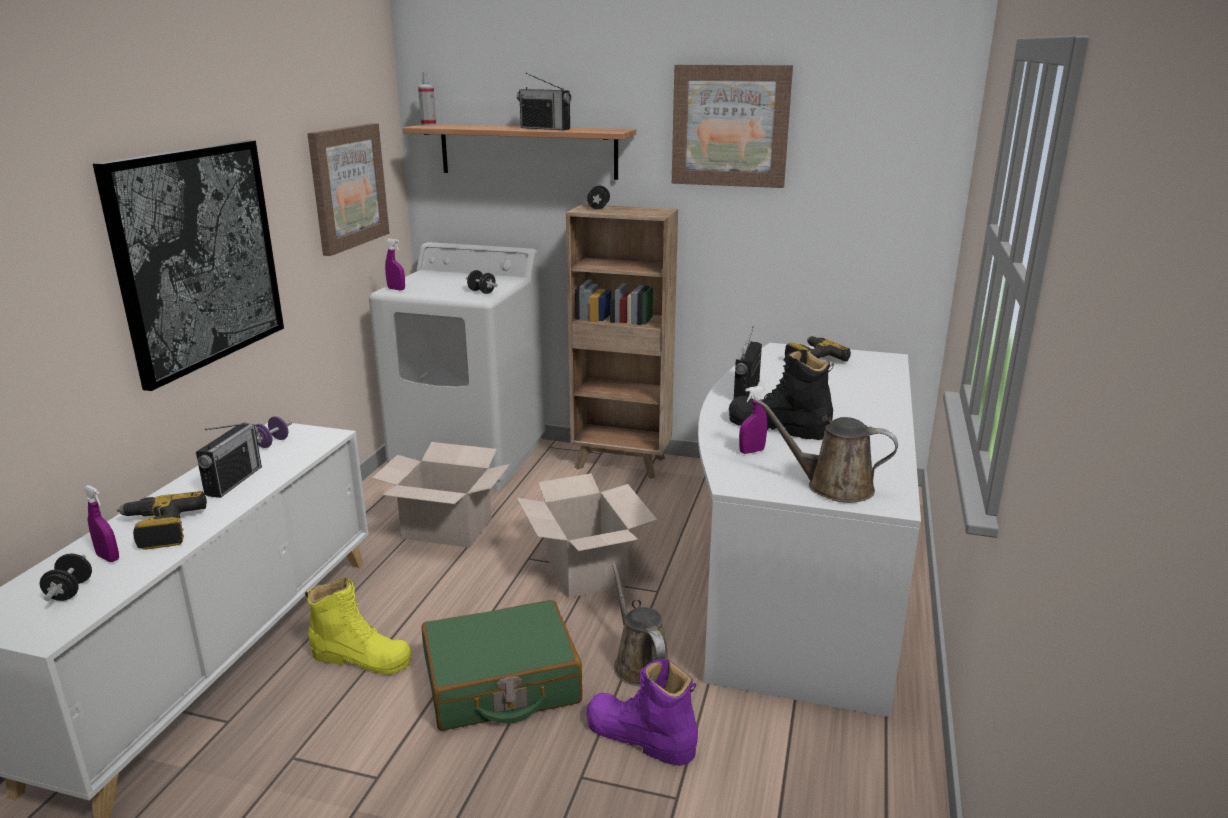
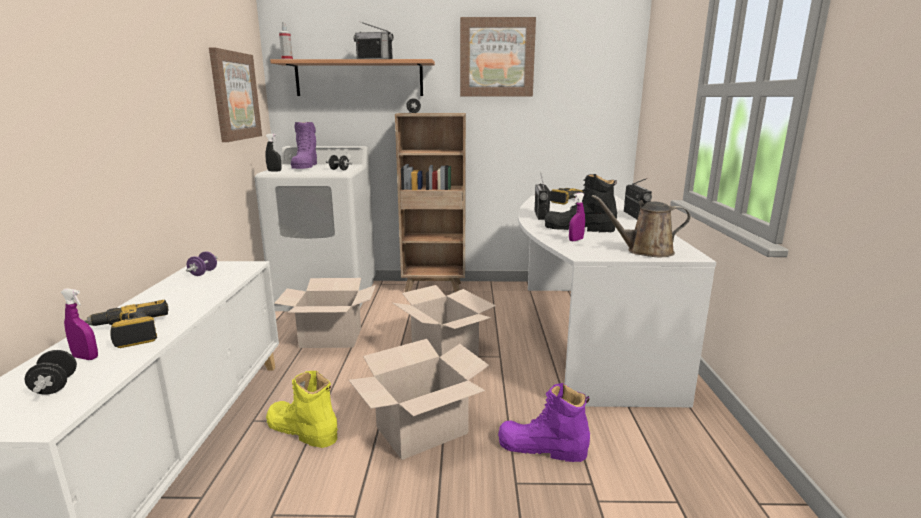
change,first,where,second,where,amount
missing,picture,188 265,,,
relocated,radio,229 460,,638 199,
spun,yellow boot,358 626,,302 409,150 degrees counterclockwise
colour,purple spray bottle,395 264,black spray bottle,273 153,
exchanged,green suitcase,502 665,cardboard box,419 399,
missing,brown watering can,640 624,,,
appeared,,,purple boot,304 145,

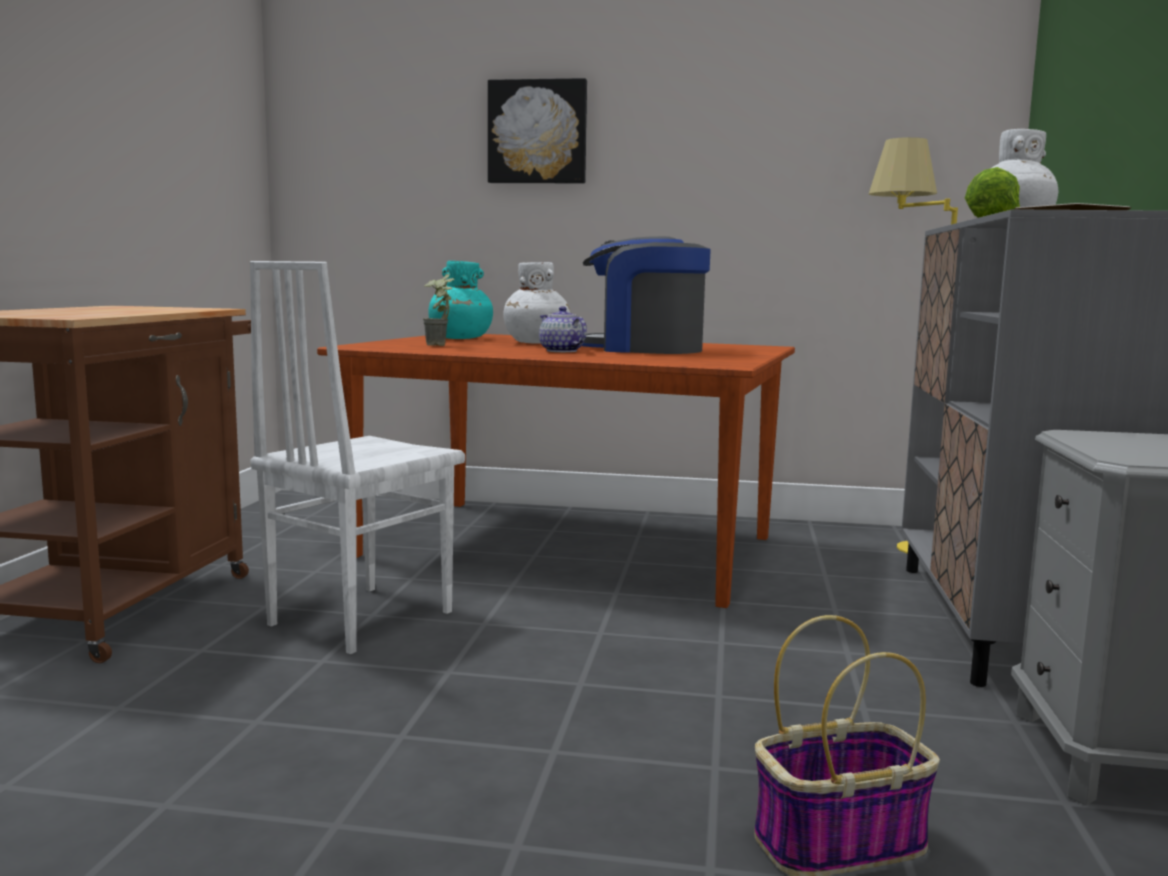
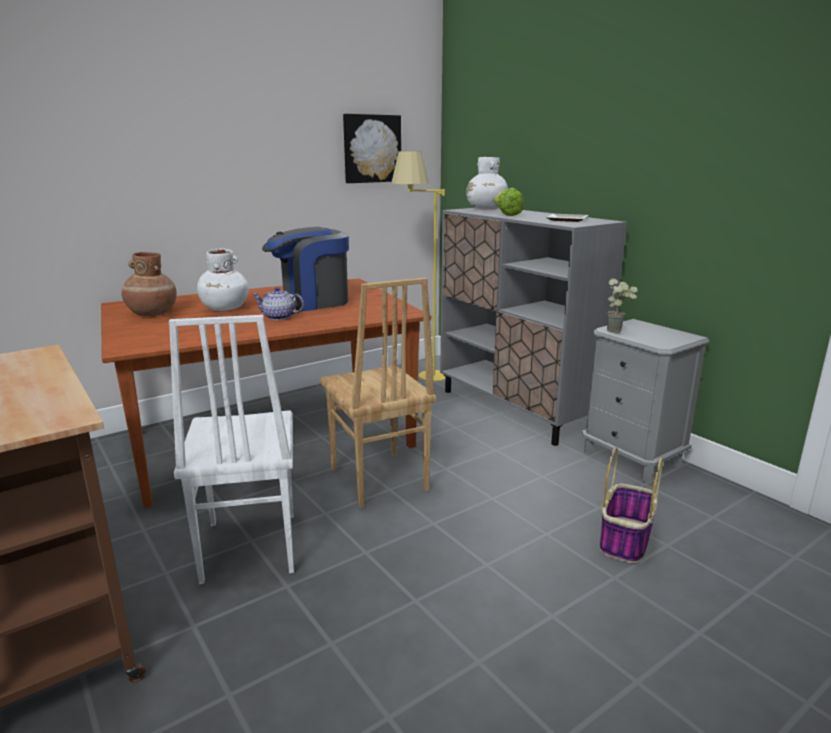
change,first,where,second,where,amount
relocated,potted plant,438 310,,622 305,
colour,turquoise vase,460 300,brown vase,149 284,
relocated,picture,537 131,,372 148,
appeared,,,brown chair,378 392,

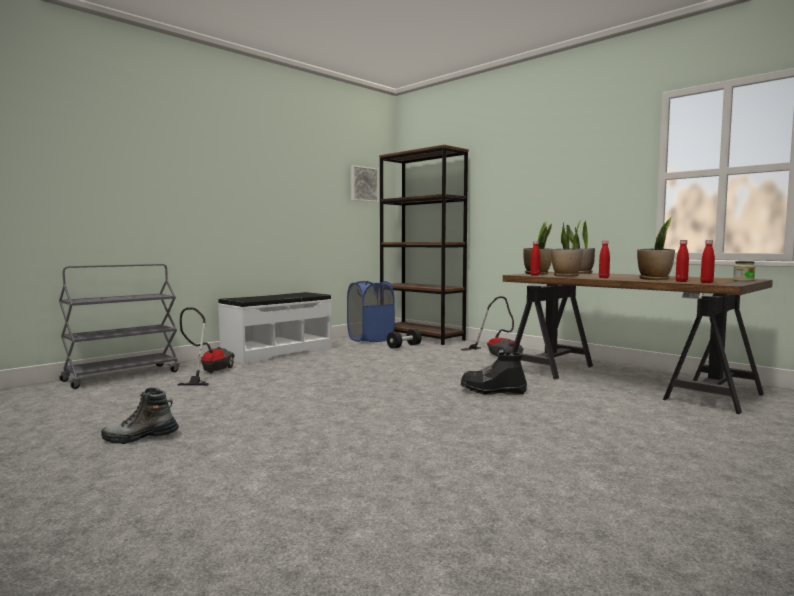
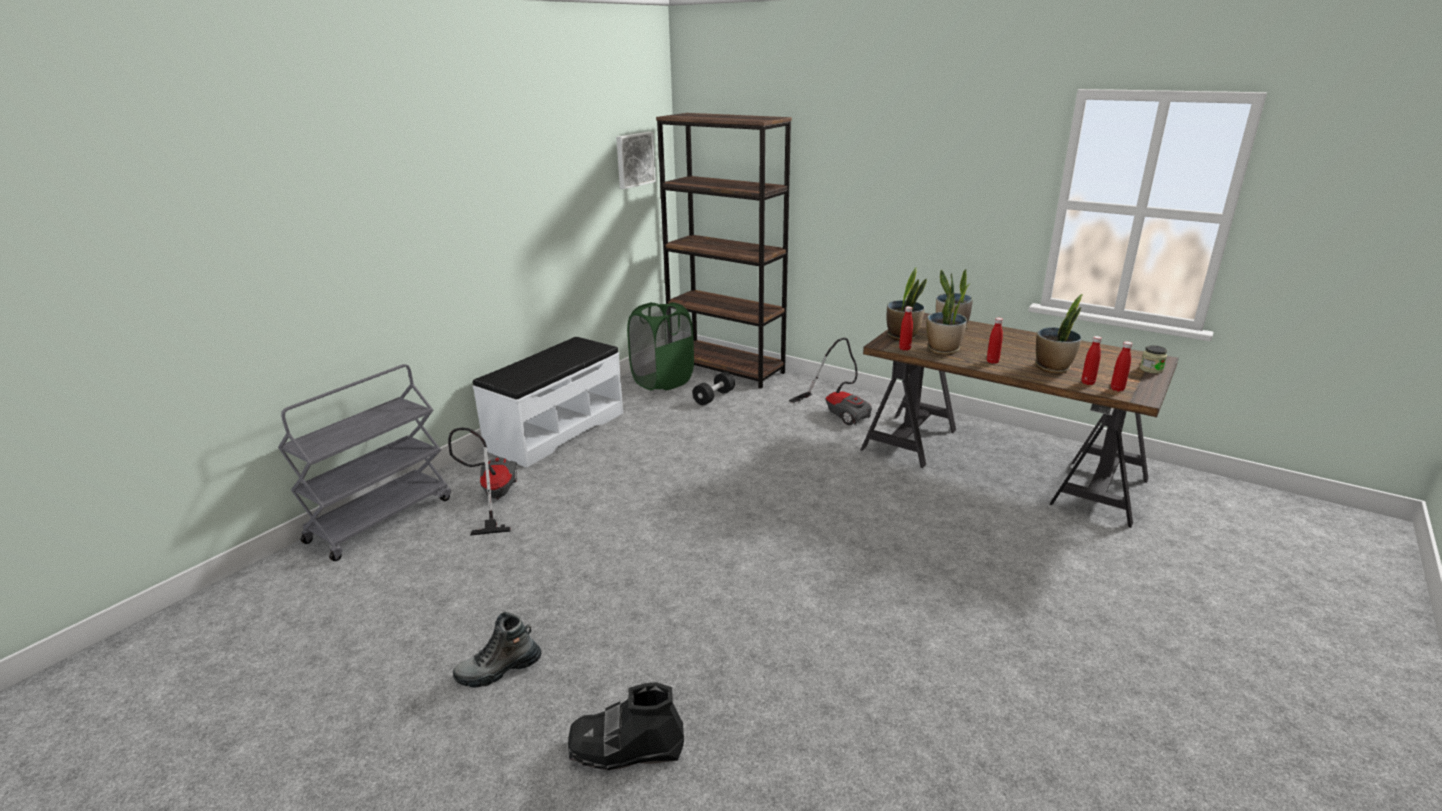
change,first,where,second,where,amount
colour,blue laundry basket,371 311,green laundry basket,660 346,
relocated,black boot,494 373,,626 726,

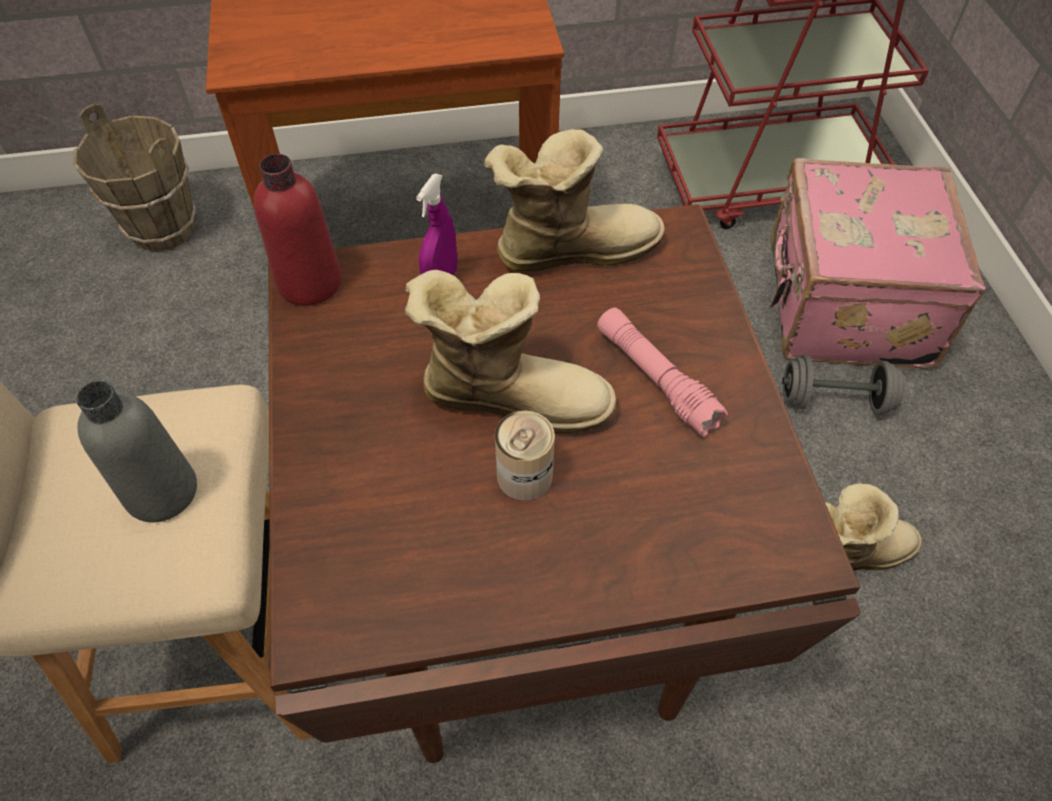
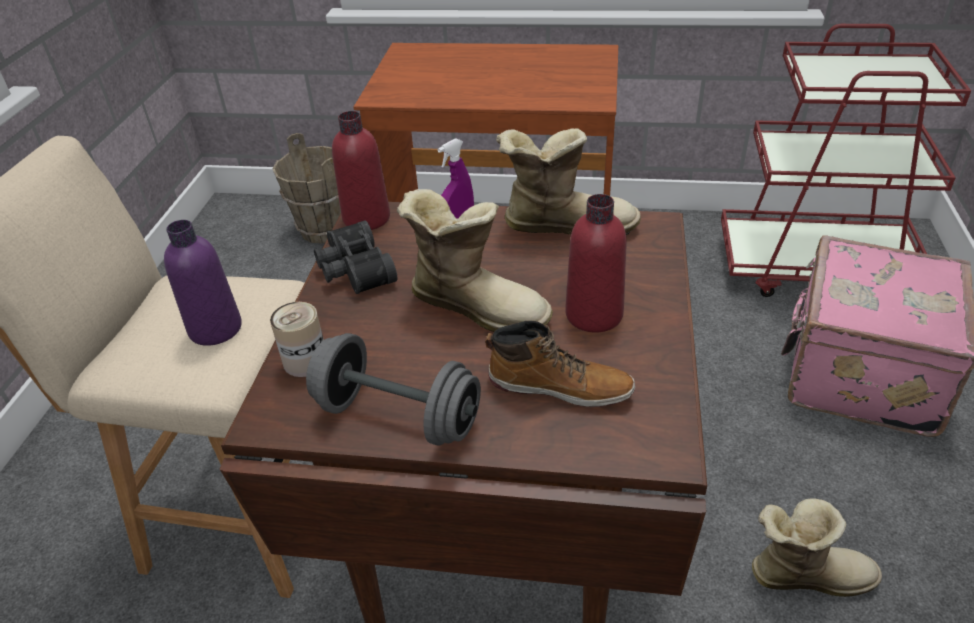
change,first,where,second,where,amount
colour,grey bottle,136 451,purple bottle,203 283,
relocated,can,525 455,,297 339,
exchanged,pink flashlight,662 372,red bottle,596 263,
relocated,grey dumbbell,843 385,,393 389,
appeared,,,black binoculars,355 257,
appeared,,,boot,560 364,

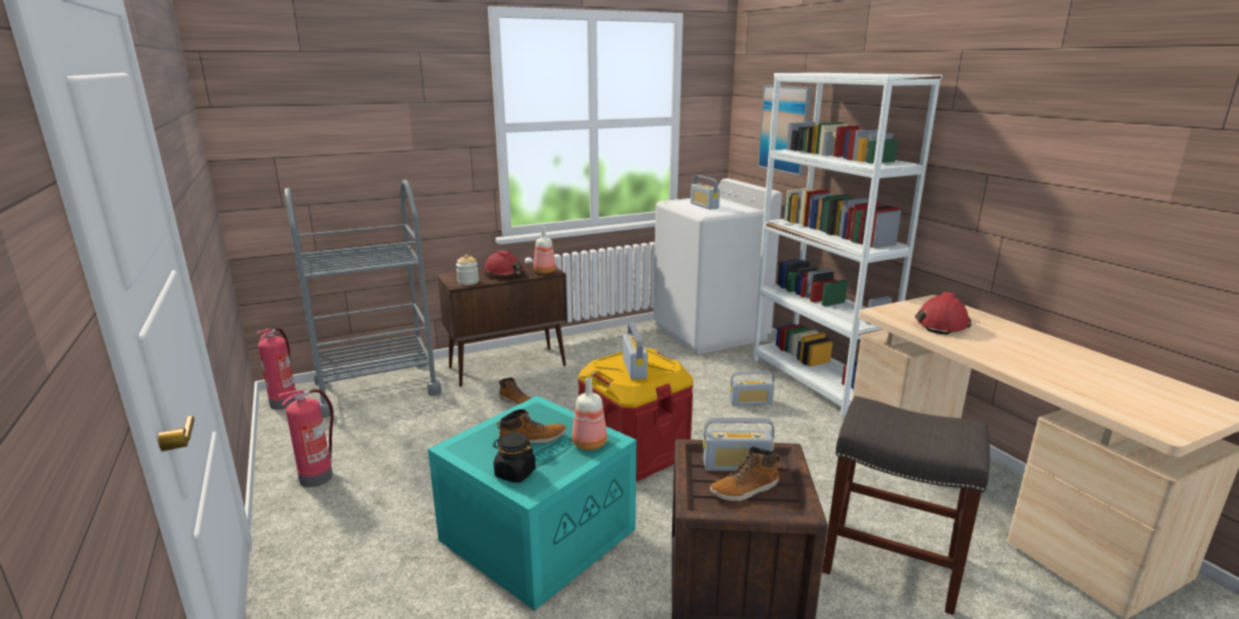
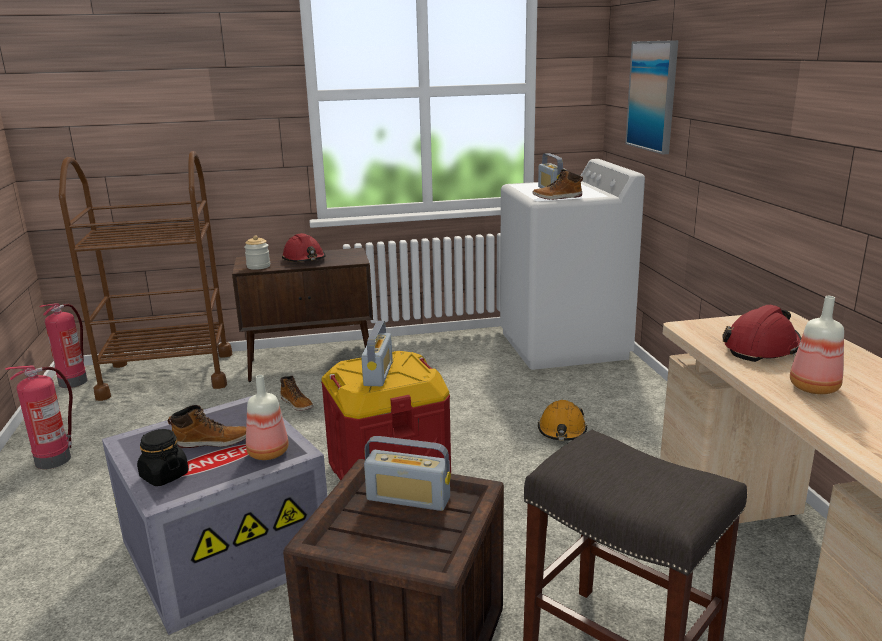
change,first,where,second,where,amount
colour,grey cart,363 299,brown cart,145 276,
colour,turquoise storage box,532 503,grey storage box,214 515,
relocated,bottle,544 250,,817 345,
relocated,boot,745 474,,557 184,
exchanged,radio,752 388,orange hard hat,562 420,
missing,white bookcase,847 245,,,

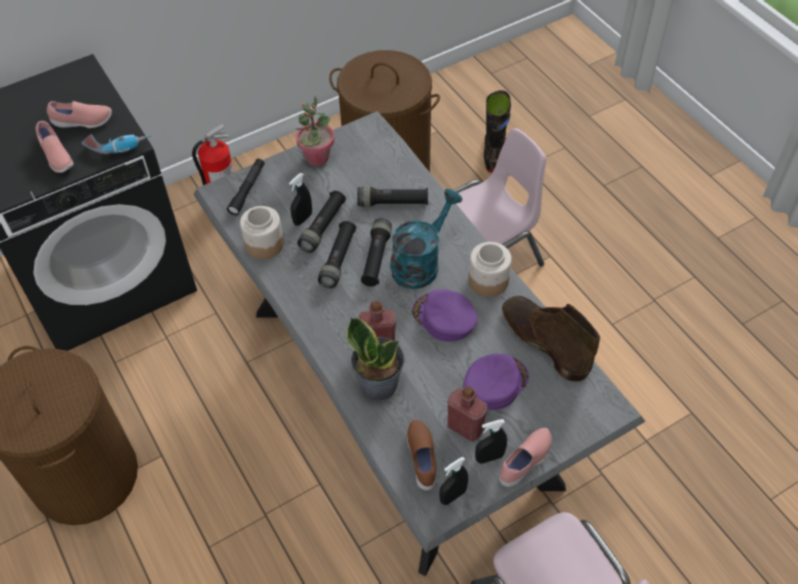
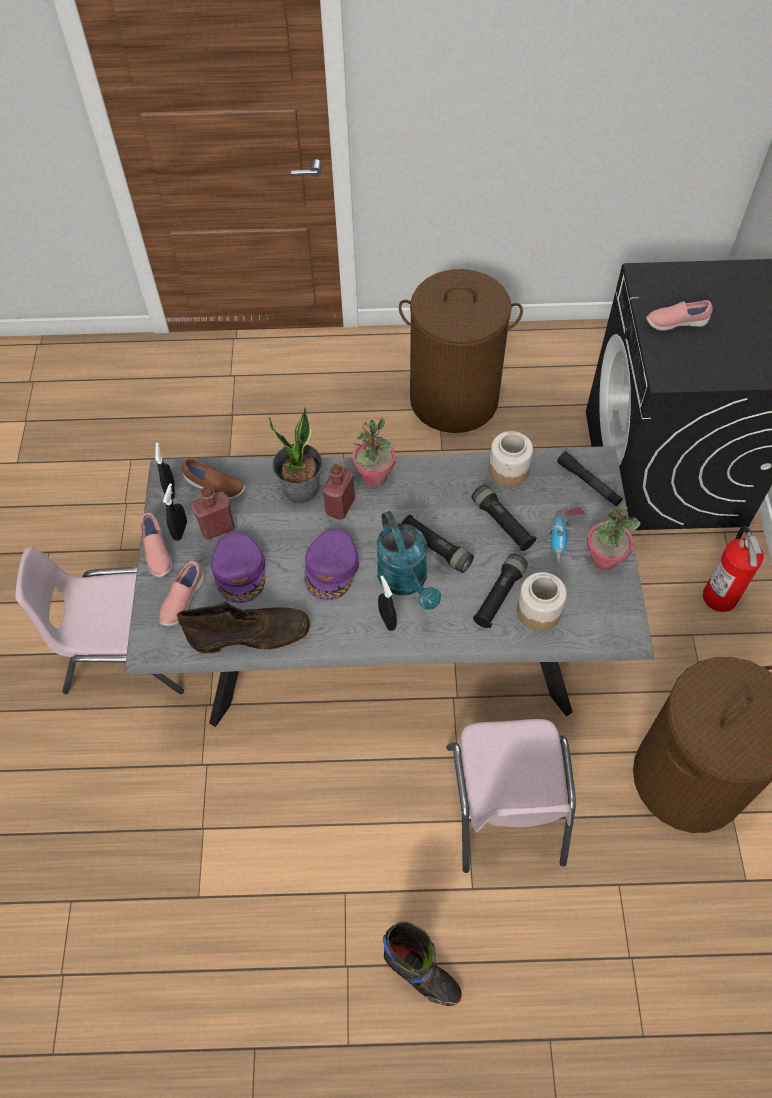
change,first,where,second,where,amount
relocated,pink shoe,79 114,,182 593,
relocated,power drill,116 144,,567 535,
relocated,black spray bottle,300 199,,387 603,
missing,black flashlight,337 254,,,
spun,purple cap,445 315,,331 564,120 degrees clockwise
relocated,jar,490 269,,542 601,
relocated,black boot,497 131,,422 963,
appeared,,,potted plant,373 451,

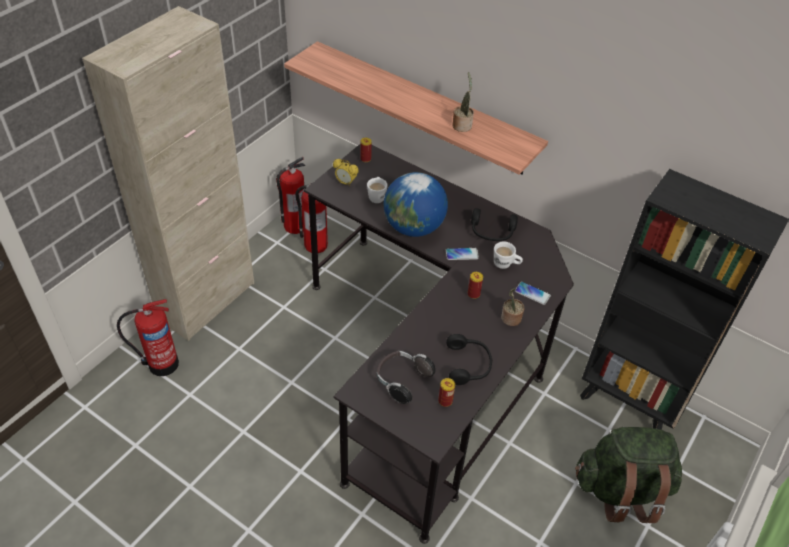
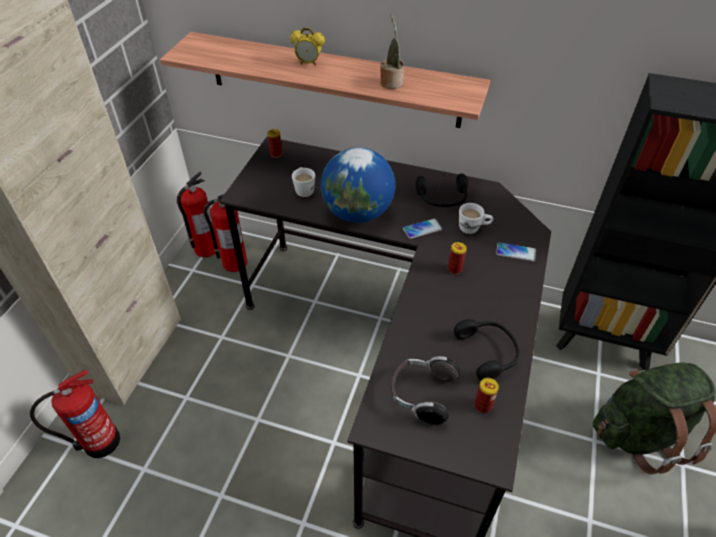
change,first,where,second,where,amount
relocated,alarm clock,346 173,,307 47,
missing,potted plant,512 307,,,

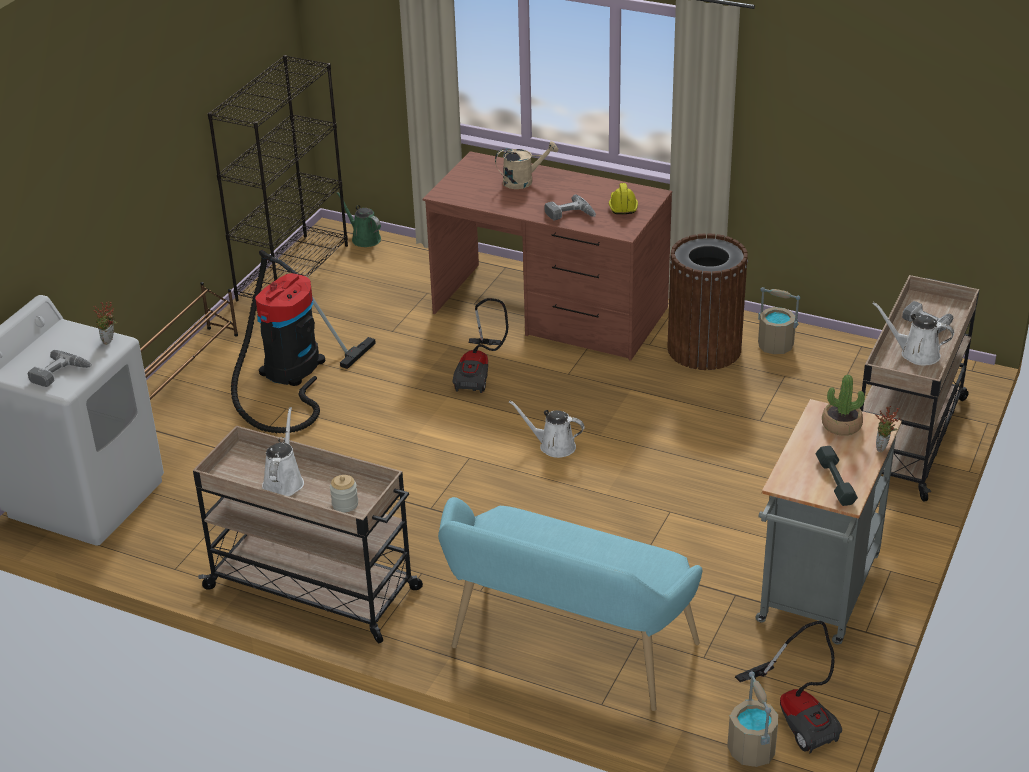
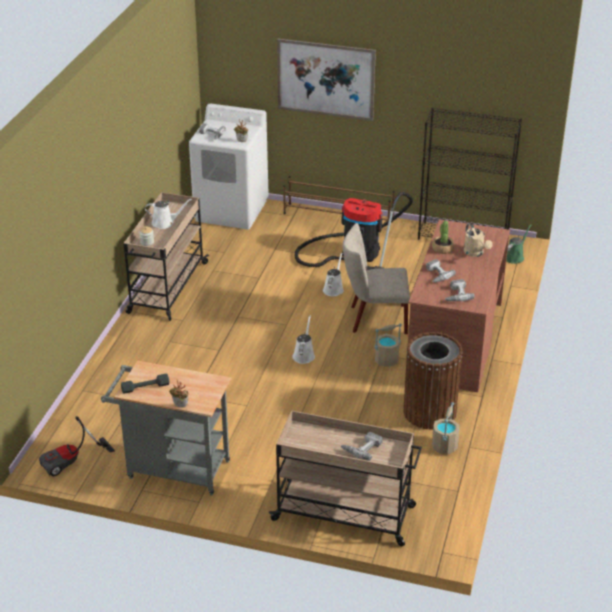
change,first,where,second,where,amount
missing,turquoise bench,570 604,,,
exchanged,vacuum cleaner,480 345,beige chair,376 278,
exchanged,yellow hard hat,623 198,power drill,460 290,
relocated,beige bucket,752 719,,388 345,
relocated,potted plant,843 405,,443 237,
relocated,white watering can,913 333,,333 274,
appeared,,,picture,326 80,

